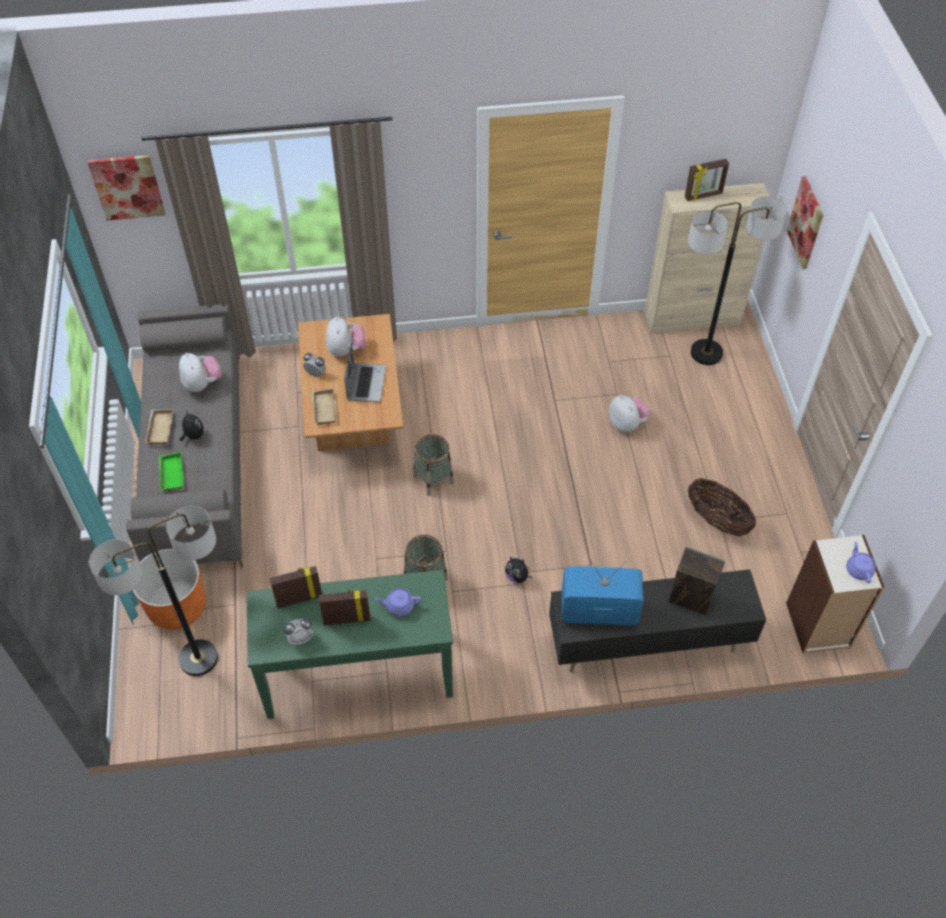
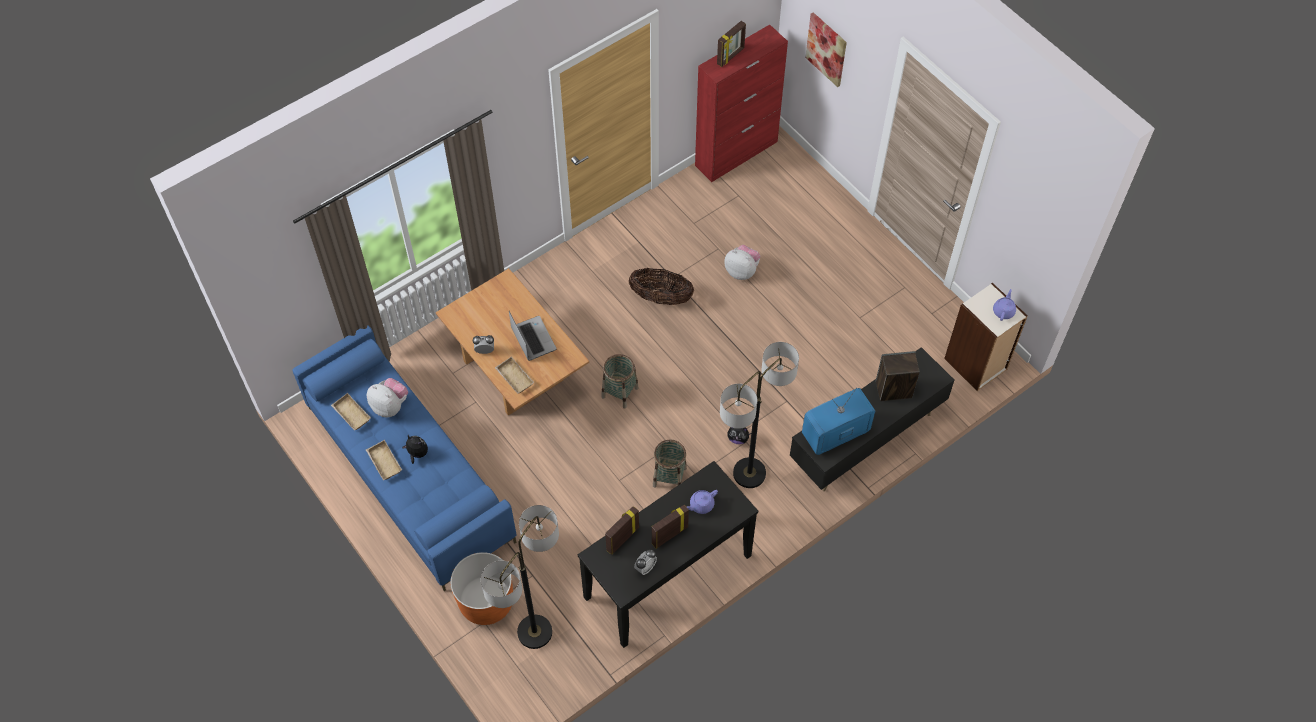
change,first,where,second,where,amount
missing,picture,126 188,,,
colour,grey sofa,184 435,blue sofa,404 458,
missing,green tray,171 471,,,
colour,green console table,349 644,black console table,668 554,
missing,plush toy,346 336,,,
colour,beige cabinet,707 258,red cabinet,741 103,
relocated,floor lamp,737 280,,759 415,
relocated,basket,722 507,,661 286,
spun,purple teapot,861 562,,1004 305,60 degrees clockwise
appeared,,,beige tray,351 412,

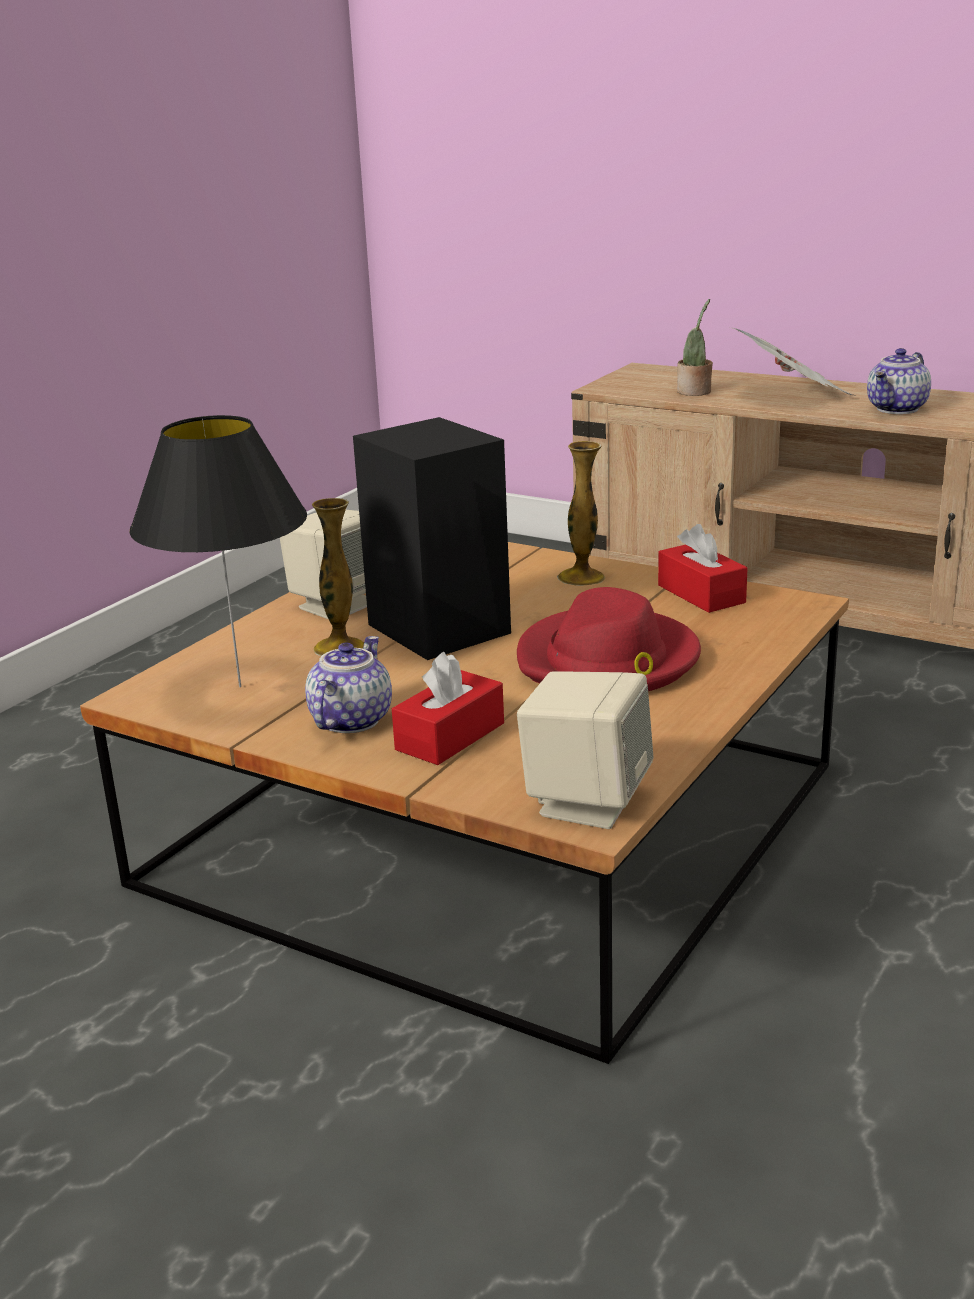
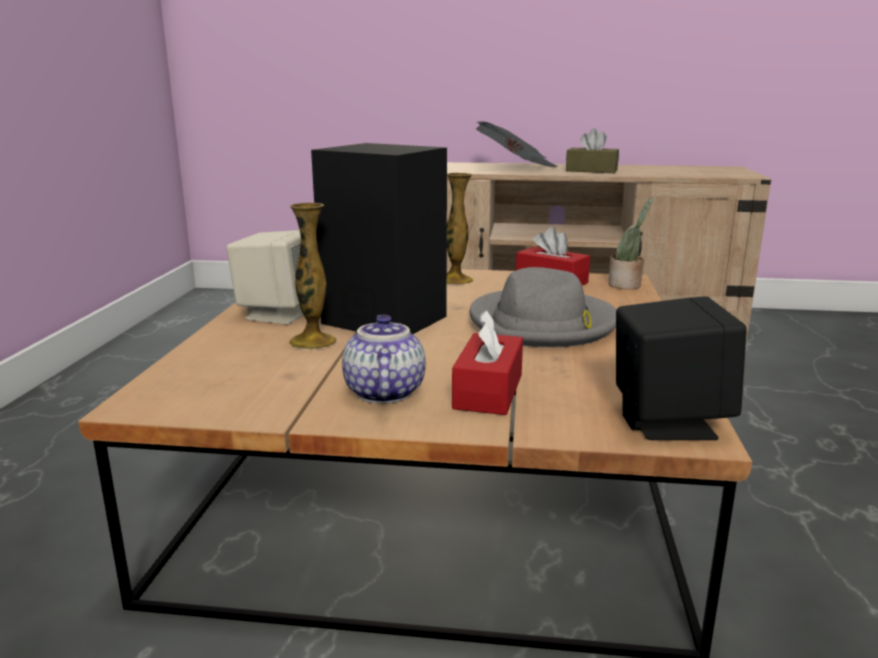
change,first,where,second,where,amount
missing,black table lamp,218 551,,,
colour,red hat,609 639,grey hat,543 307,
colour,beige speaker,585 750,black speaker,681 368,
relocated,potted plant,695 347,,630 243,
exchanged,teapot,899 381,brown tissue box,592 150,

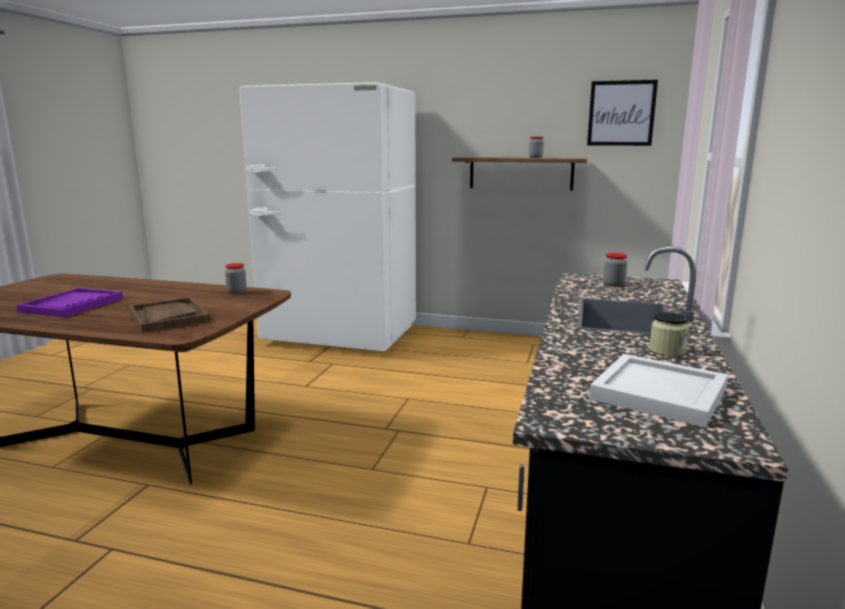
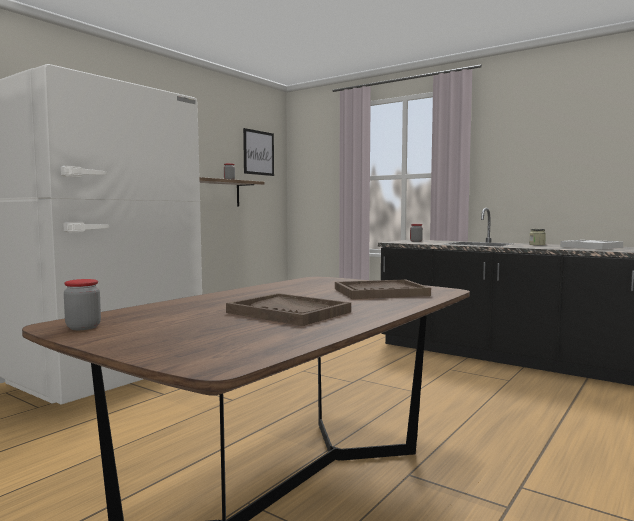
change,first,where,second,where,amount
colour,purple tray,69 302,brown tray,288 309,
relocated,jar,236 278,,82 304,

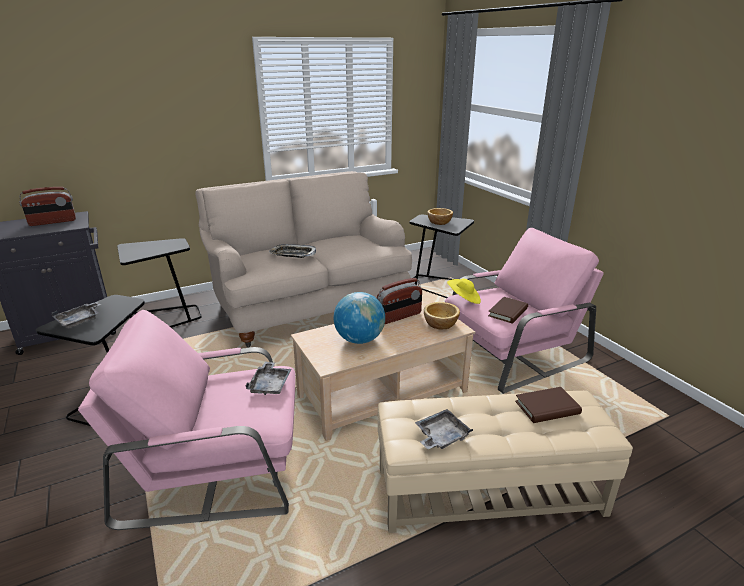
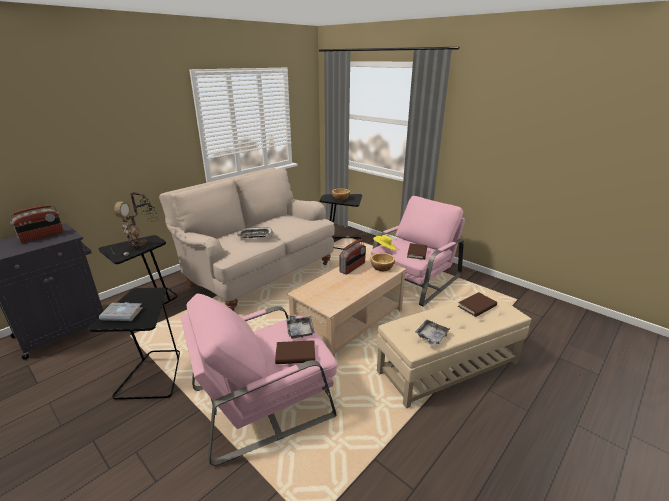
change,first,where,second,where,amount
exchanged,grey tray,76 315,grey book,121 311,
missing,globe,359 318,,,
appeared,,,table lamp,135 224,
appeared,,,brown book,295 352,

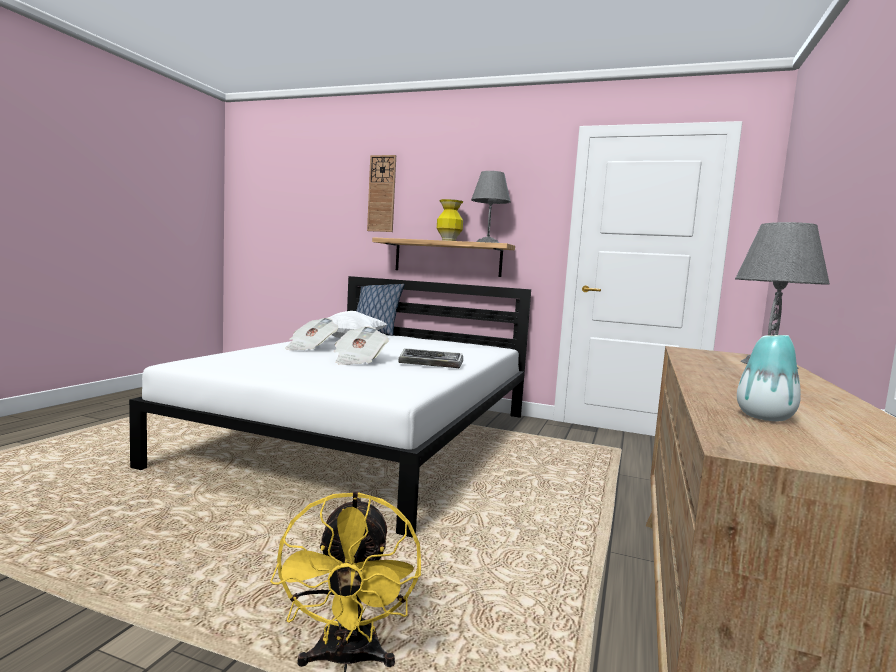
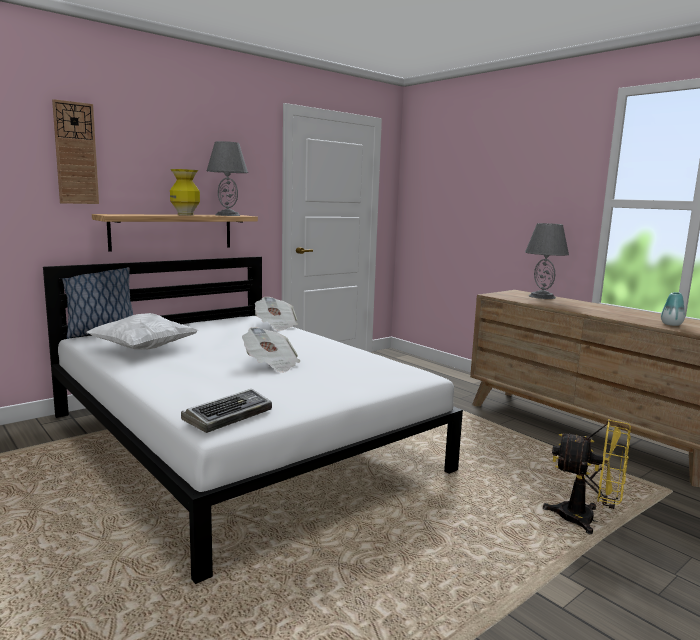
change,first,where,second,where,amount
relocated,newspaper,311 334,,276 314,
relocated,keyboard,431 358,,226 411,

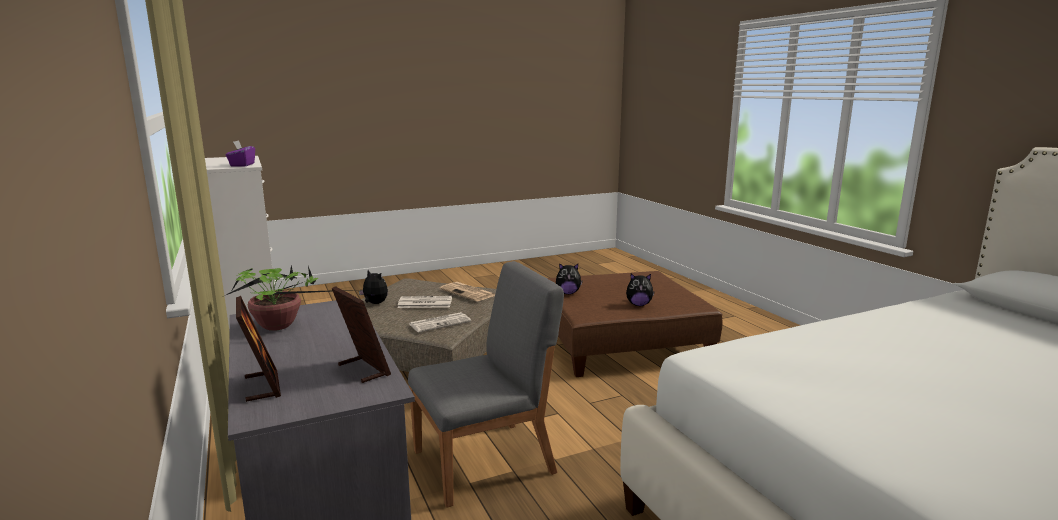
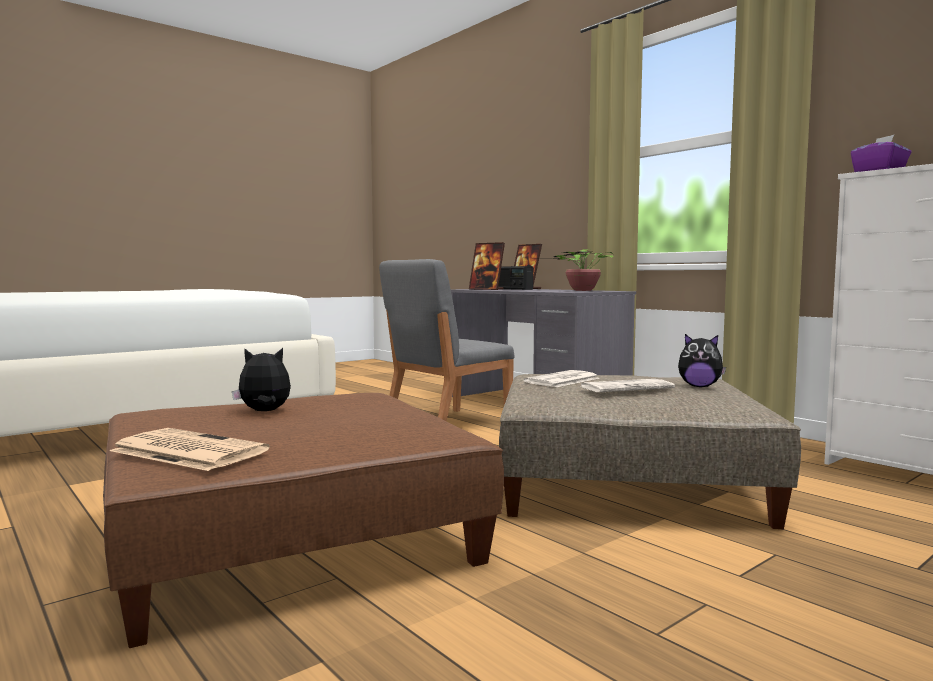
change,first,where,second,where,amount
relocated,newspaper,467 291,,190 449,
missing,plush toy,569 278,,,
appeared,,,radio,515 278,

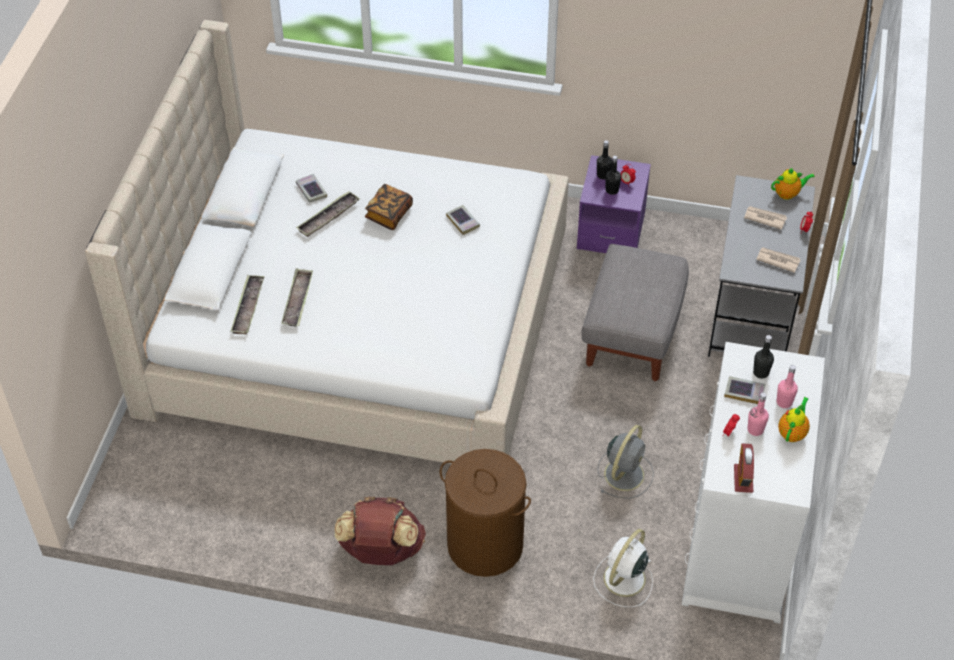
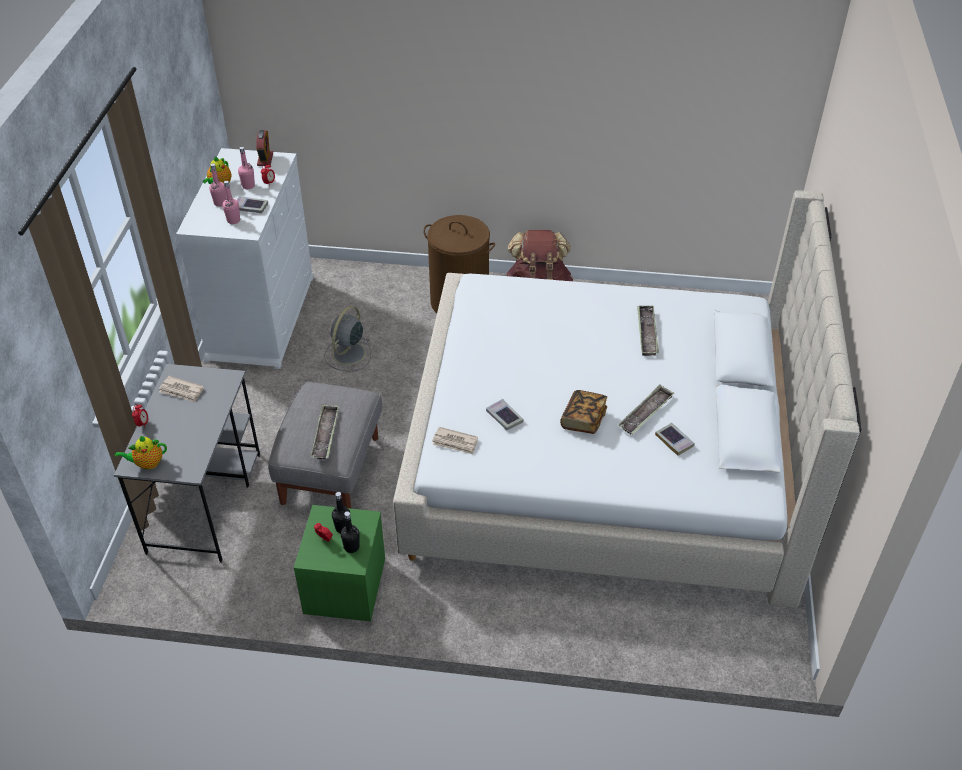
change,first,where,second,where,amount
relocated,tray,247 305,,325 432,
colour,purple nightstand,614 204,green nightstand,339 563,
missing,white fan,623 568,,,
relocated,newspaper,765 218,,455 440,
colour,black bottle,763 356,pink bottle,231 202,

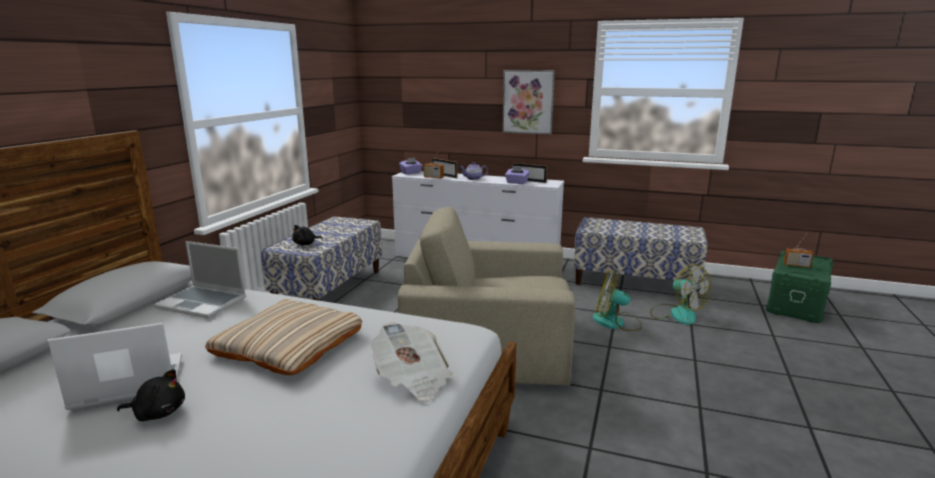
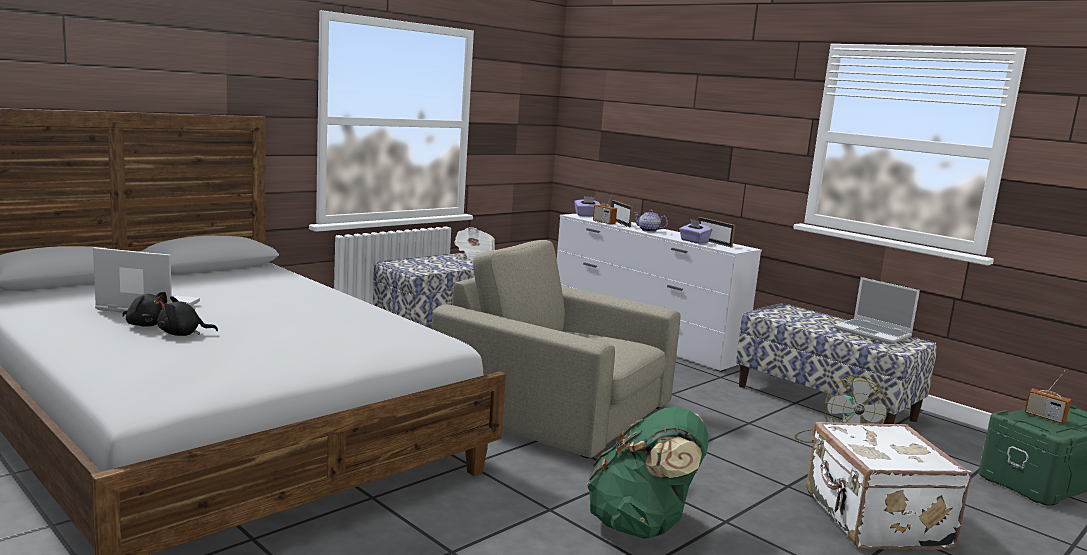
change,first,where,second,where,amount
relocated,laptop,199 279,,877 310,
missing,beige pillow,283 337,,,
relocated,black plush toy,307 235,,187 316,
relocated,newspaper,411 361,,474 243,
missing,picture,528 102,,,
missing,fan,617 301,,,
appeared,,,green backpack,647 473,
appeared,,,white suitcase,889 486,

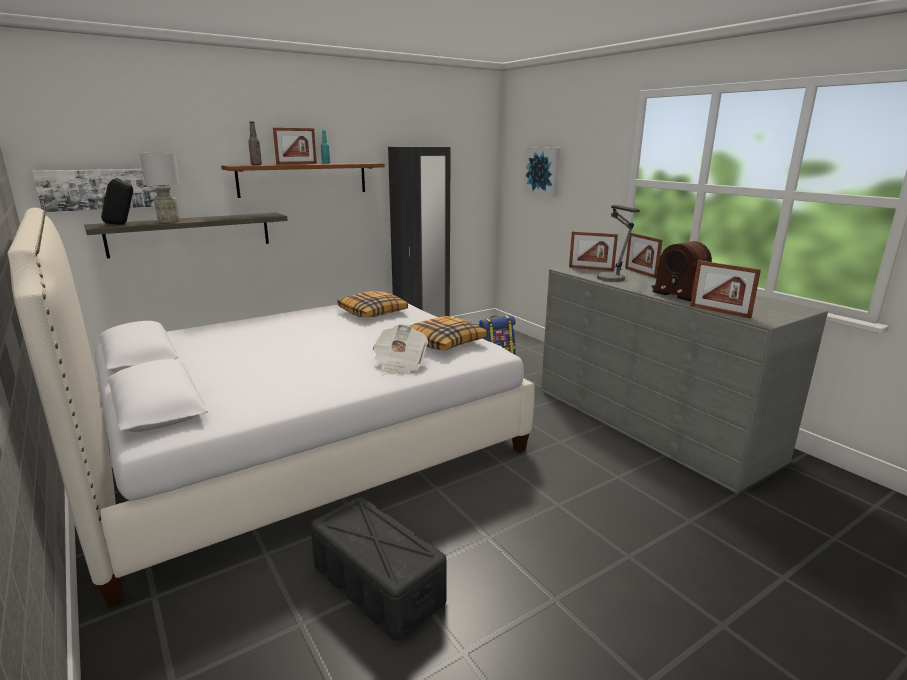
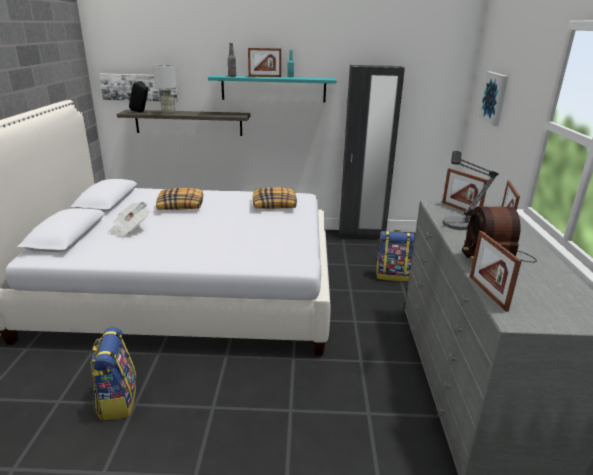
change,first,where,second,where,amount
colour,brown shelf,303 180,turquoise shelf,272 88,
exchanged,black storage box,379 569,backpack,113 373,
relocated,newspaper,400 349,,128 219,
relocated,pillow,449 333,,179 199,

